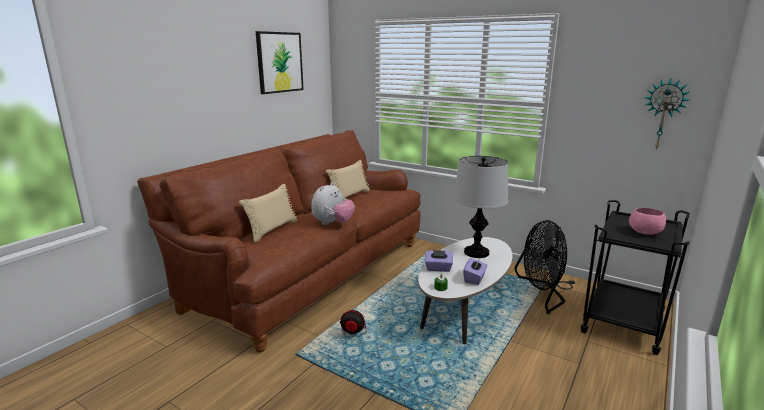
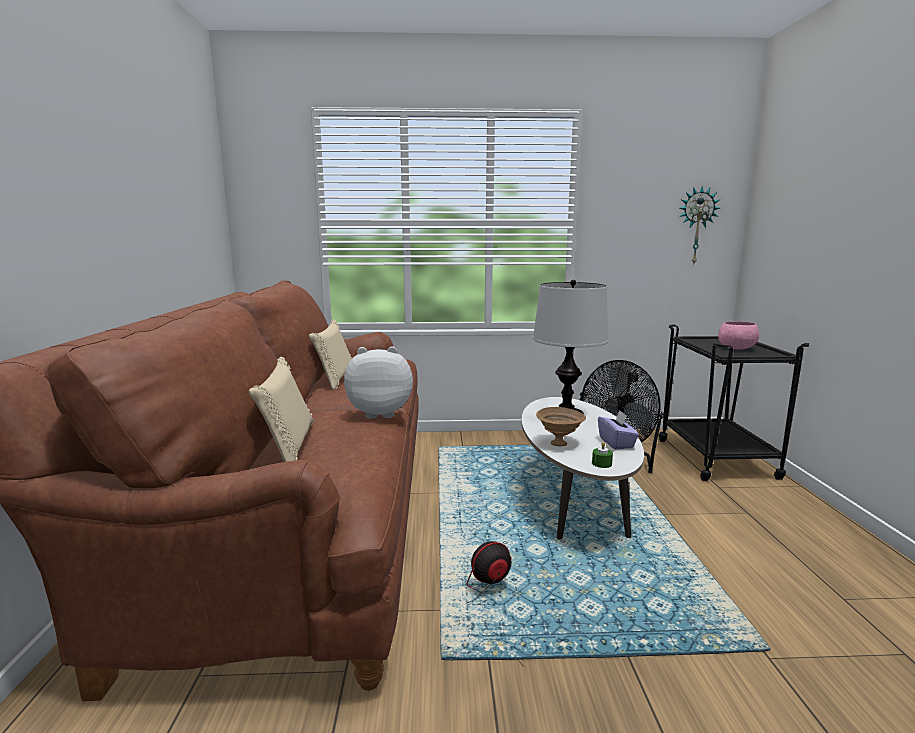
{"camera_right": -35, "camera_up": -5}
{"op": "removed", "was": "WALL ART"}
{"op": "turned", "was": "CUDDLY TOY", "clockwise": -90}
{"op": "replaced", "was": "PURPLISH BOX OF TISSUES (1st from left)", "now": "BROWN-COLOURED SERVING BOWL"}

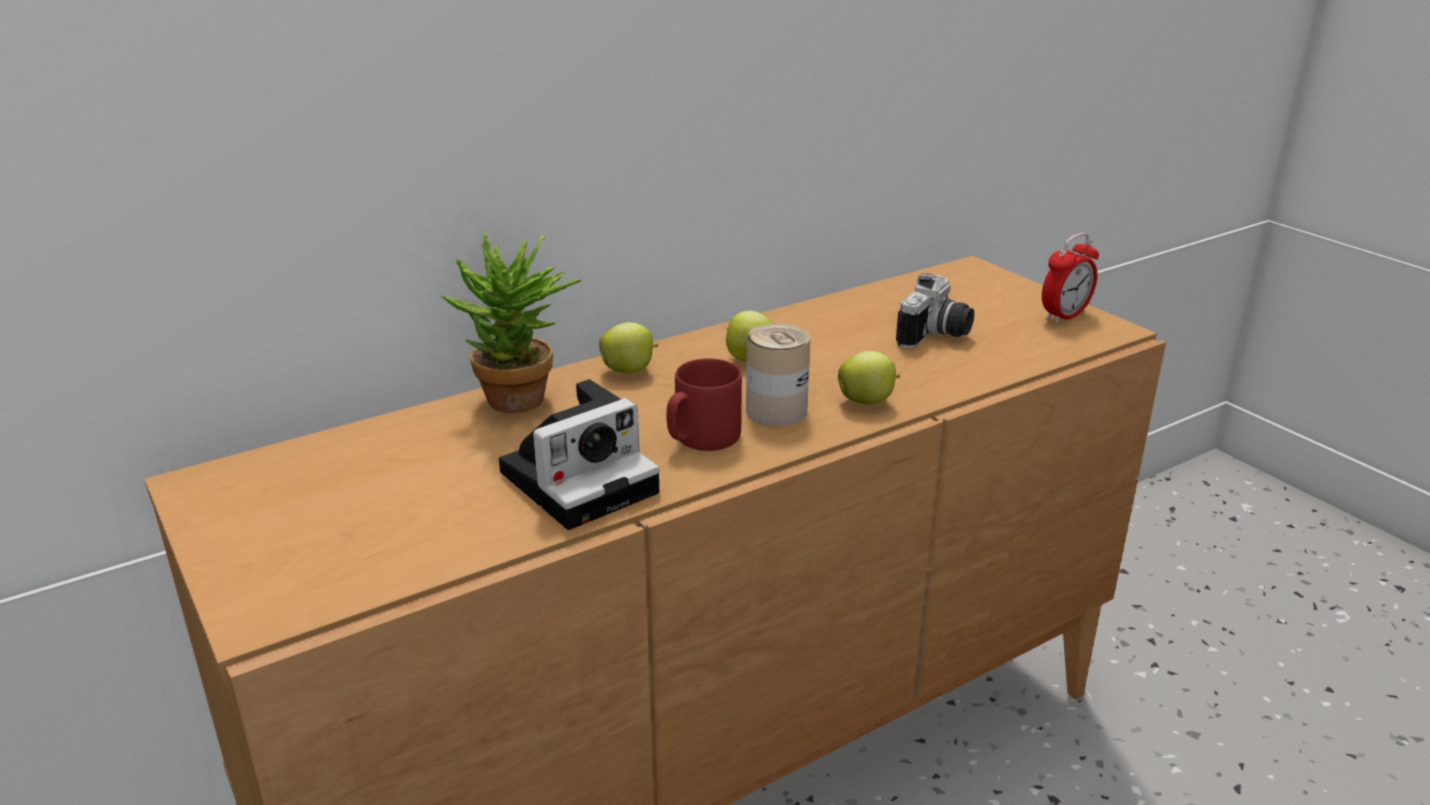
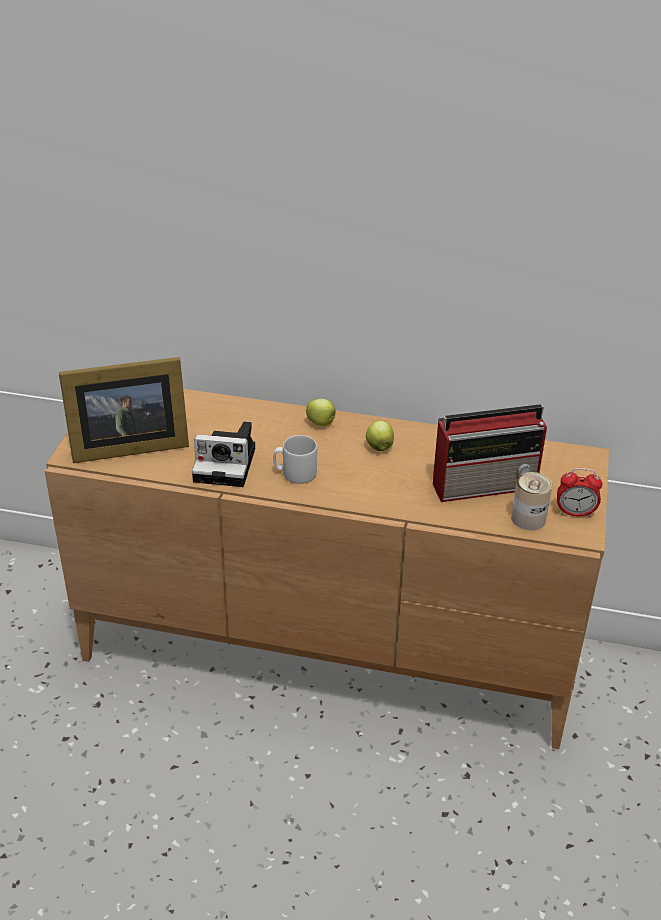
{"camera_right": 45, "camera_up": 10}
{"op": "removed", "was": "PLANT IN A POT"}
{"op": "replaced", "was": "STILL CAMERA (2nd from left)", "now": "RADIO"}
{"op": "moved", "was": "METAL CAN"}
{"op": "removed", "was": "APPLE (3rd from left)"}
{"op": "recoloured", "was": "REDDISH MUG", "now": "GRAY MUG"}
{"op": "added", "now": "PHOTO FRAME"}

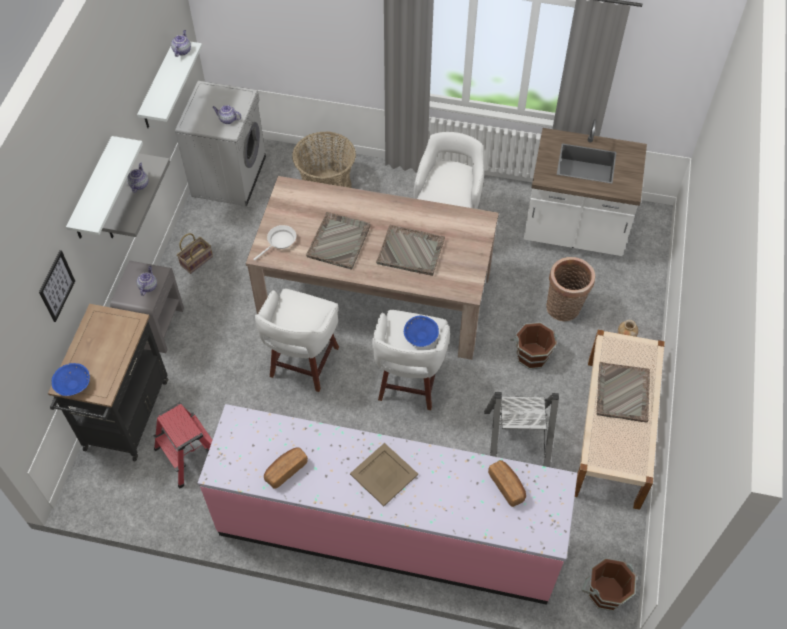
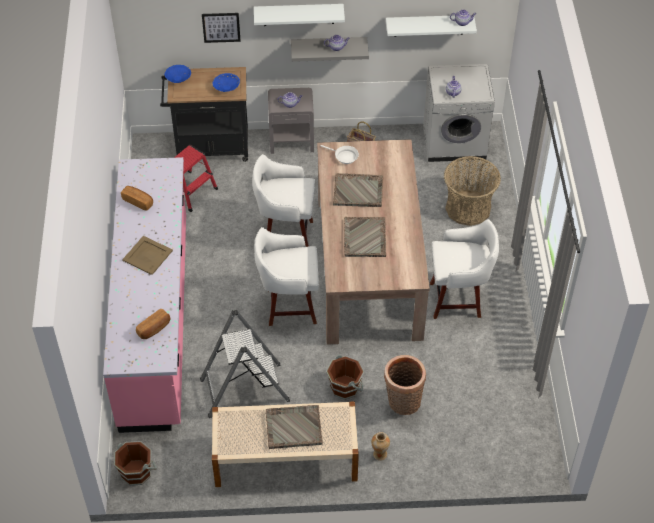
{"camera_right": 75, "camera_up": -5}
{"op": "removed", "was": "WHITE KITCHEN COUNTER"}
{"op": "moved", "was": "BLUE SERVING BOWL (2nd from left)"}

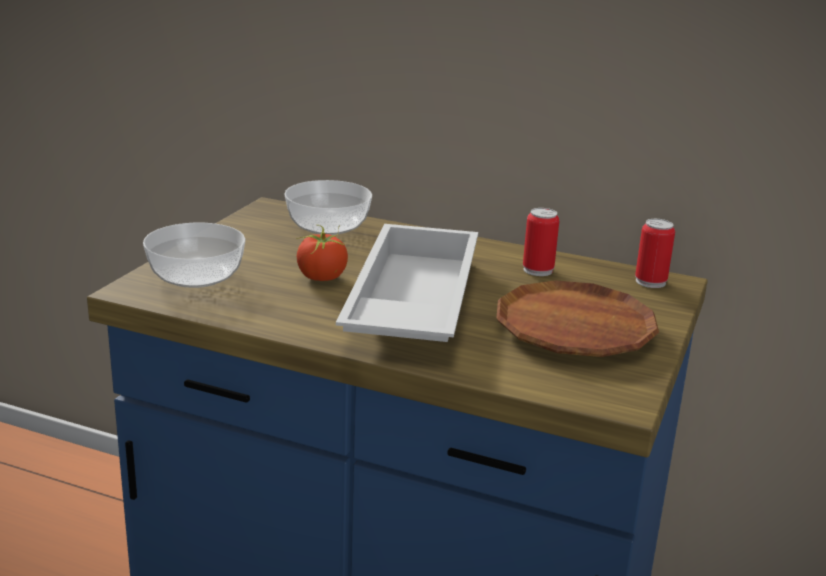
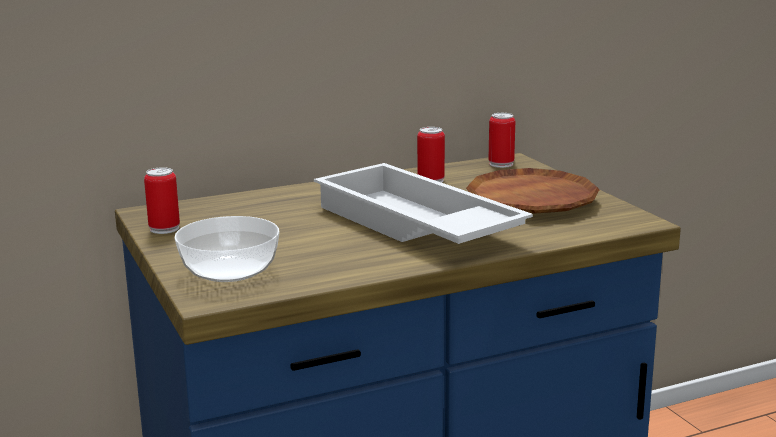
{"camera_right": -45, "camera_up": -5}
{"op": "removed", "was": "SERVING BOWL (2nd from left)"}
{"op": "removed", "was": "TOMATO"}
{"op": "added", "now": "METAL CAN (1st from left)"}

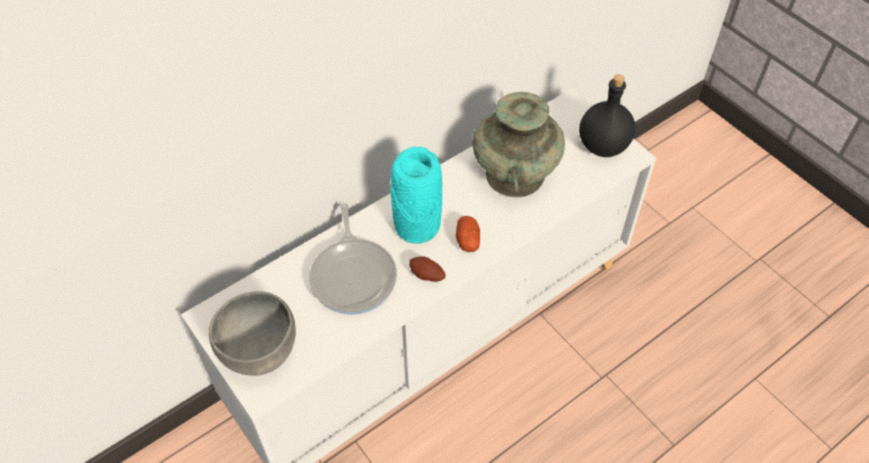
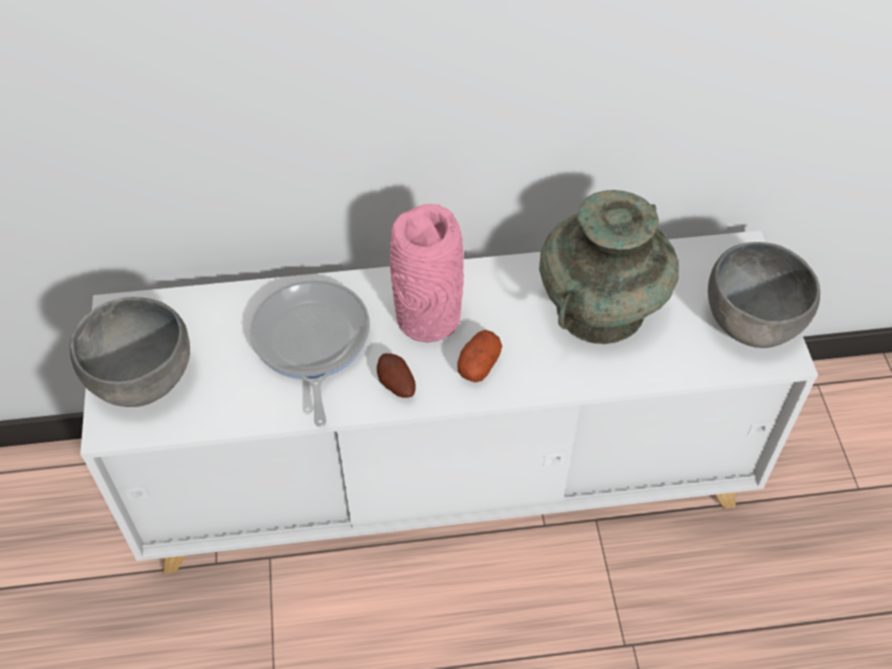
{"camera_right": 30, "camera_up": 0}
{"op": "replaced", "was": "BLACK-COLOURED BOTTLE", "now": "GRAY SERVING BOWL (2nd from left)"}
{"op": "recoloured", "was": "TURQUOISE-COLOURED FLOWER VASE (1st from left)", "now": "PINK-COLOURED FLOWER VASE"}
{"op": "turned", "was": "FRYING PAN", "clockwise": 150}

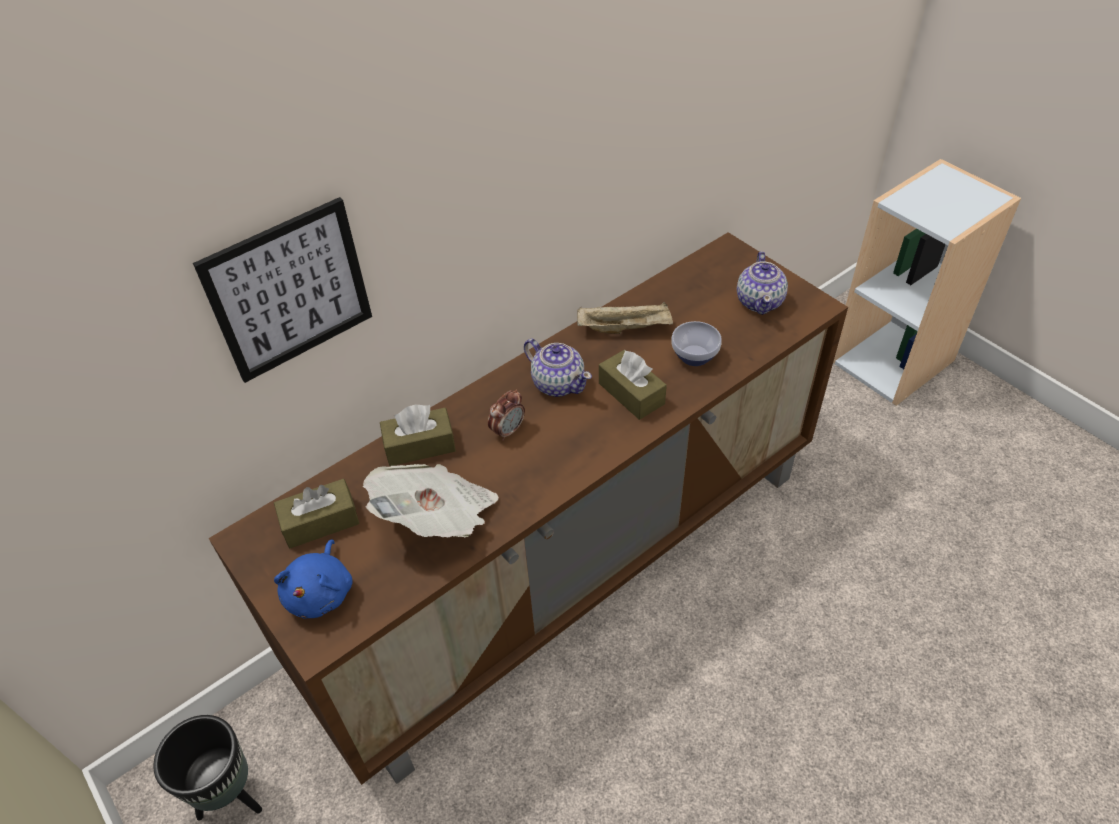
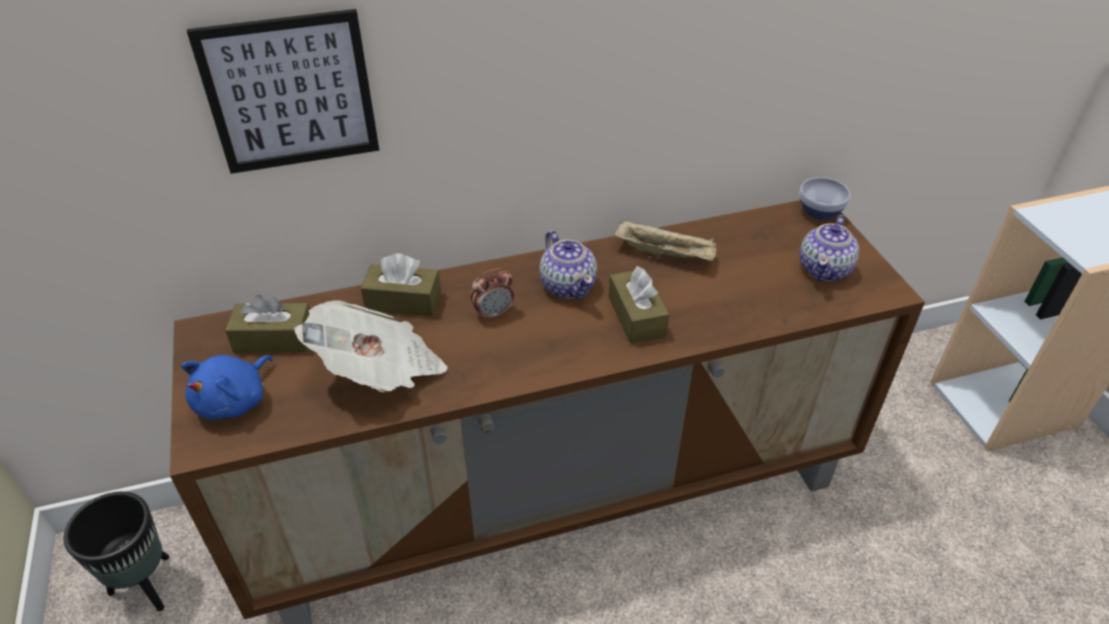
{"camera_right": 20, "camera_up": -5}
{"op": "moved", "was": "SERVING BOWL"}

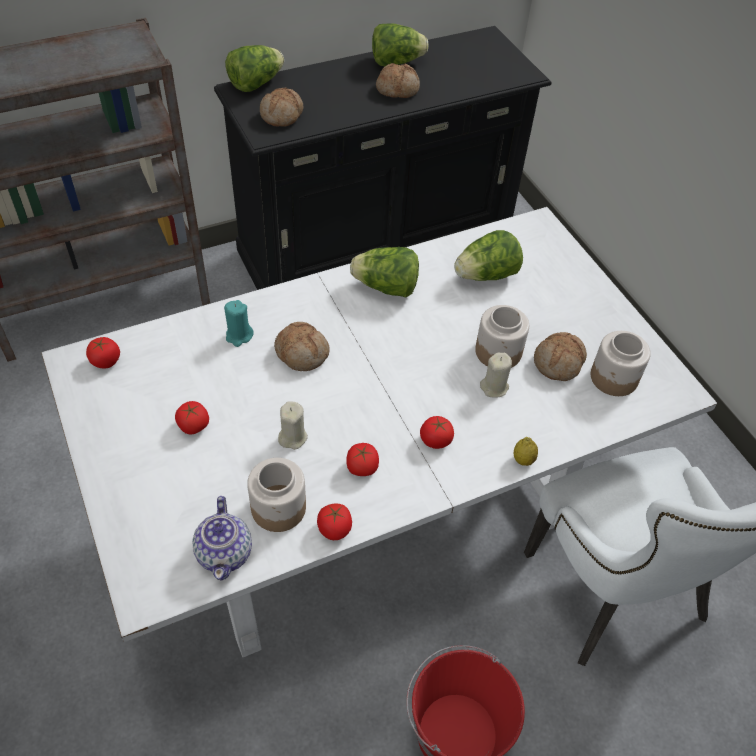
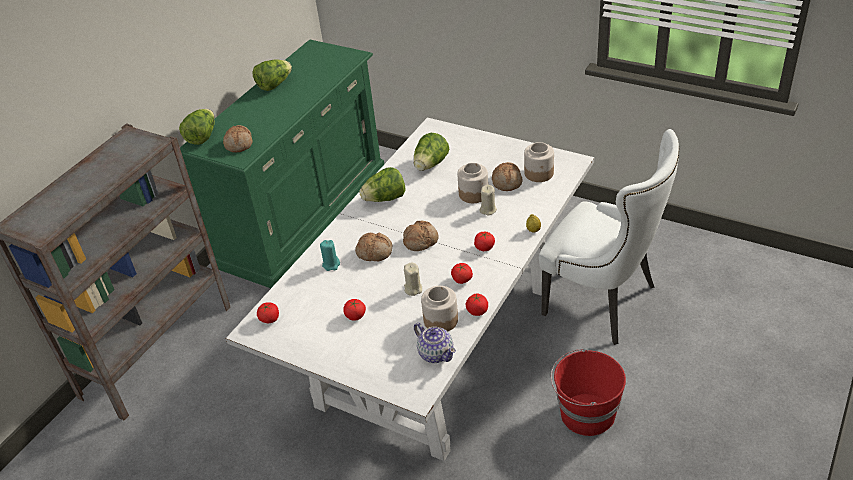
{"camera_right": -30, "camera_up": -10}
{"op": "recoloured", "was": "BLACK-COLOURED CUPBOARD", "now": "GREENISH CUPBOARD"}
{"op": "moved", "was": "BAKERY BREAD (3rd from left)"}

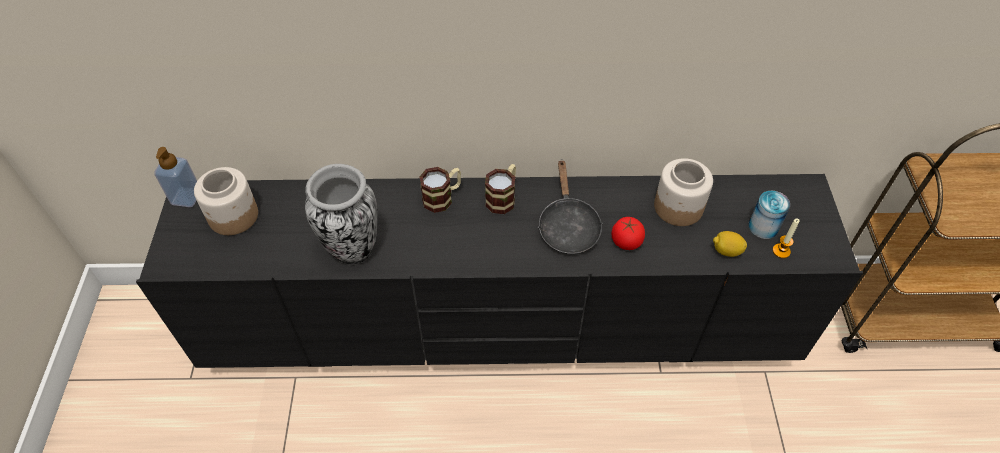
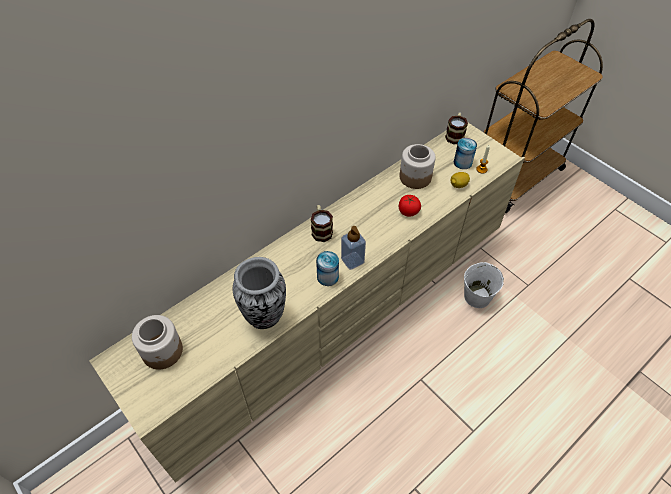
{"camera_right": -40, "camera_up": 0}
{"op": "moved", "was": "SOAP BOTTLE"}
{"op": "removed", "was": "BLACK-COLOURED FRYING PAN"}
{"op": "moved", "was": "MUG (1st from left in the first image)", "now": "MUG (2nd from left)"}
{"op": "recoloured", "was": "BLACK-COLOURED CUPBOARD", "now": "BEIGE CUPBOARD"}
{"op": "added", "now": "METAL CAN (1st from left)"}
{"op": "added", "now": "WHITE WATER BUCKET"}

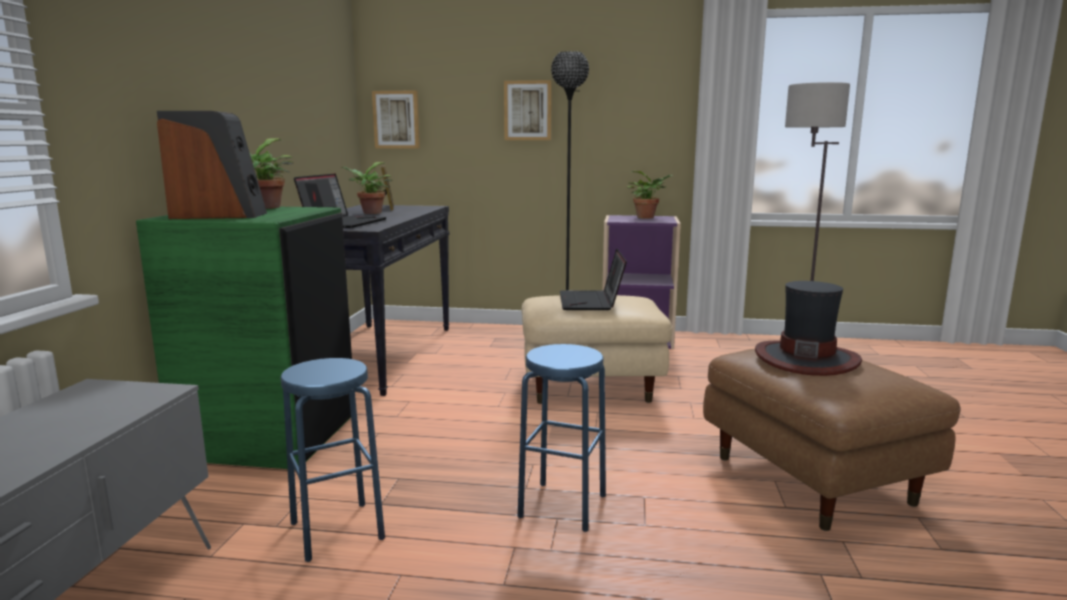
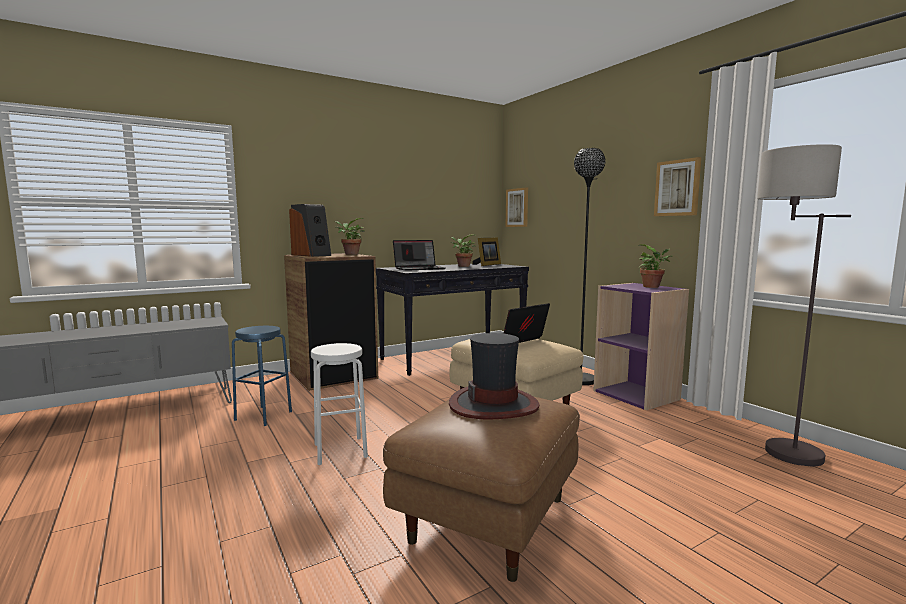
{"camera_right": 50, "camera_up": -5}
{"op": "moved", "was": "WALL ART (2nd from left)"}
{"op": "recoloured", "was": "GREENISH CUPBOARD", "now": "BROWN-COLOURED CUPBOARD"}
{"op": "recoloured", "was": "BLUE STOOL SEAT (2nd from left)", "now": "WHITE STOOL SEAT"}

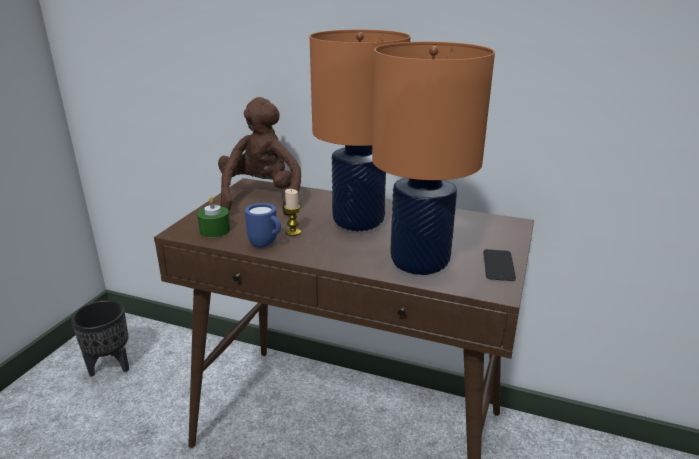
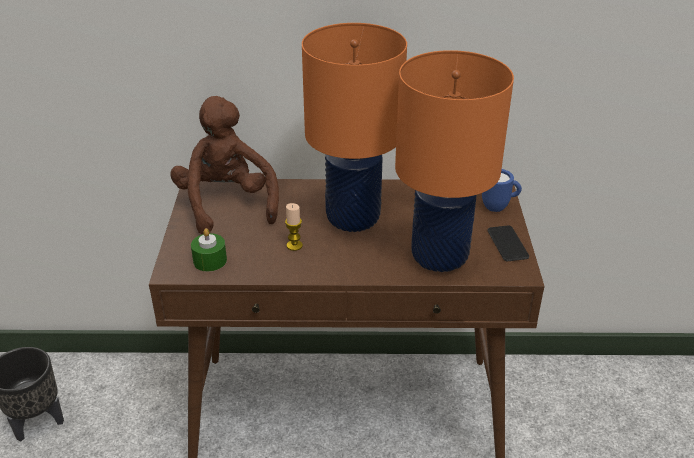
{"camera_right": -20, "camera_up": 10}
{"op": "moved", "was": "BLUE MUG"}

